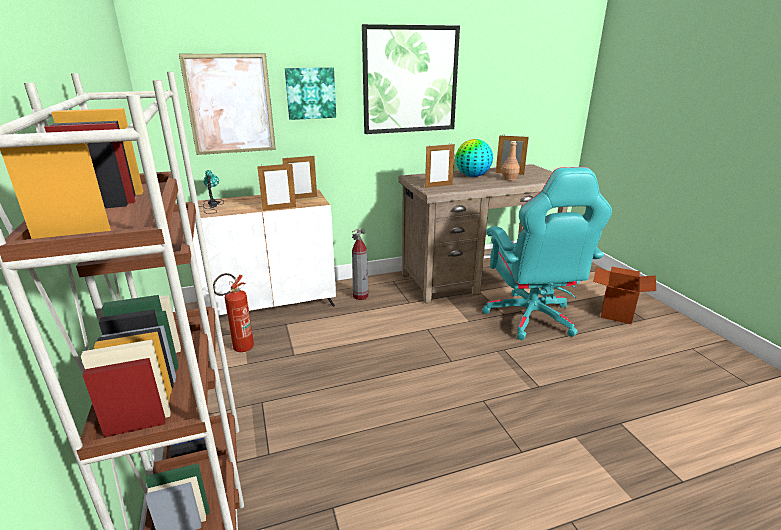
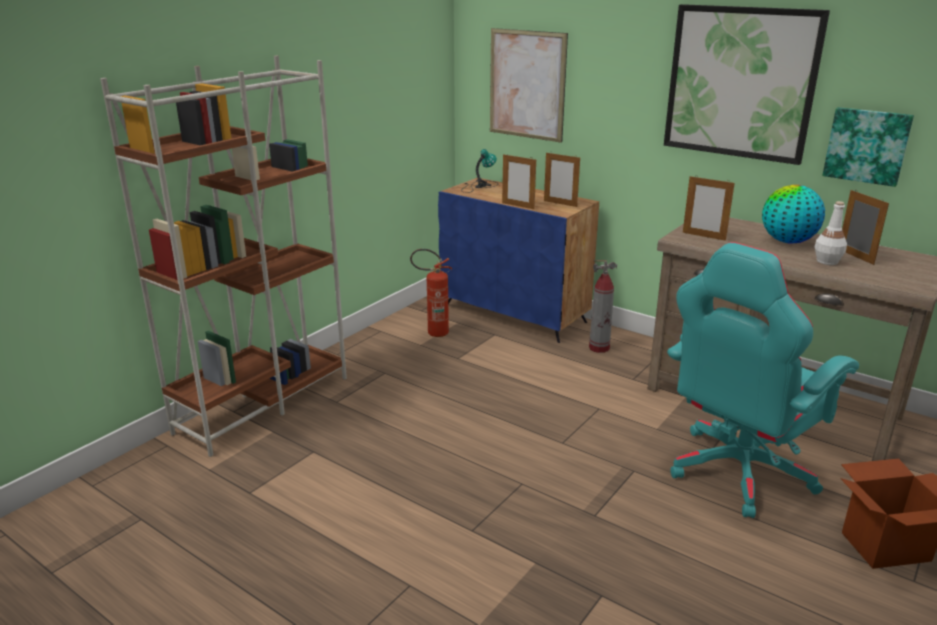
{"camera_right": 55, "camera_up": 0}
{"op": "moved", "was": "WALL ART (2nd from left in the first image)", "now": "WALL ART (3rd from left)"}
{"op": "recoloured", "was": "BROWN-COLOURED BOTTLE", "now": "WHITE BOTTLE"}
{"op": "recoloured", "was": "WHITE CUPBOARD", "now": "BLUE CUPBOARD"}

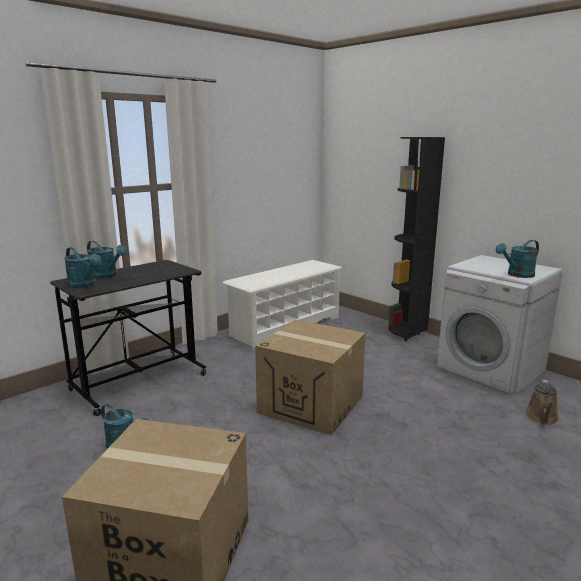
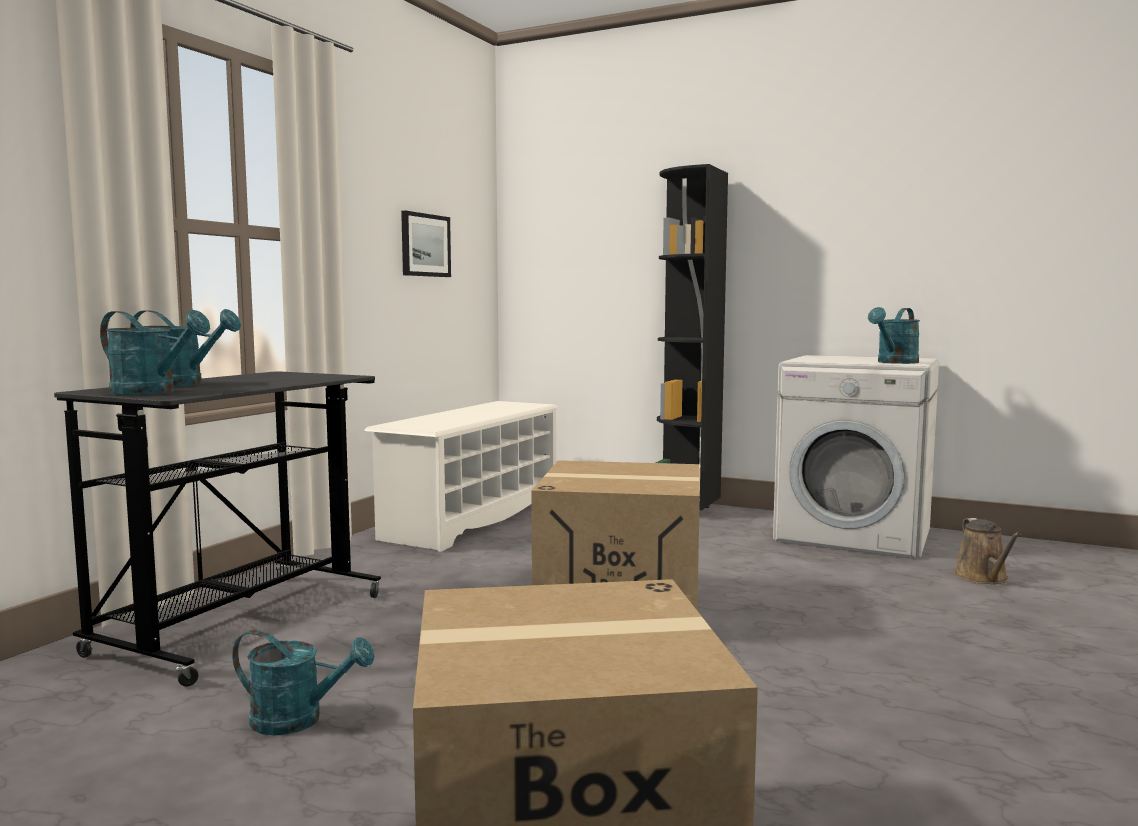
{"camera_right": -20, "camera_up": -10}
{"op": "added", "now": "WALL ART"}

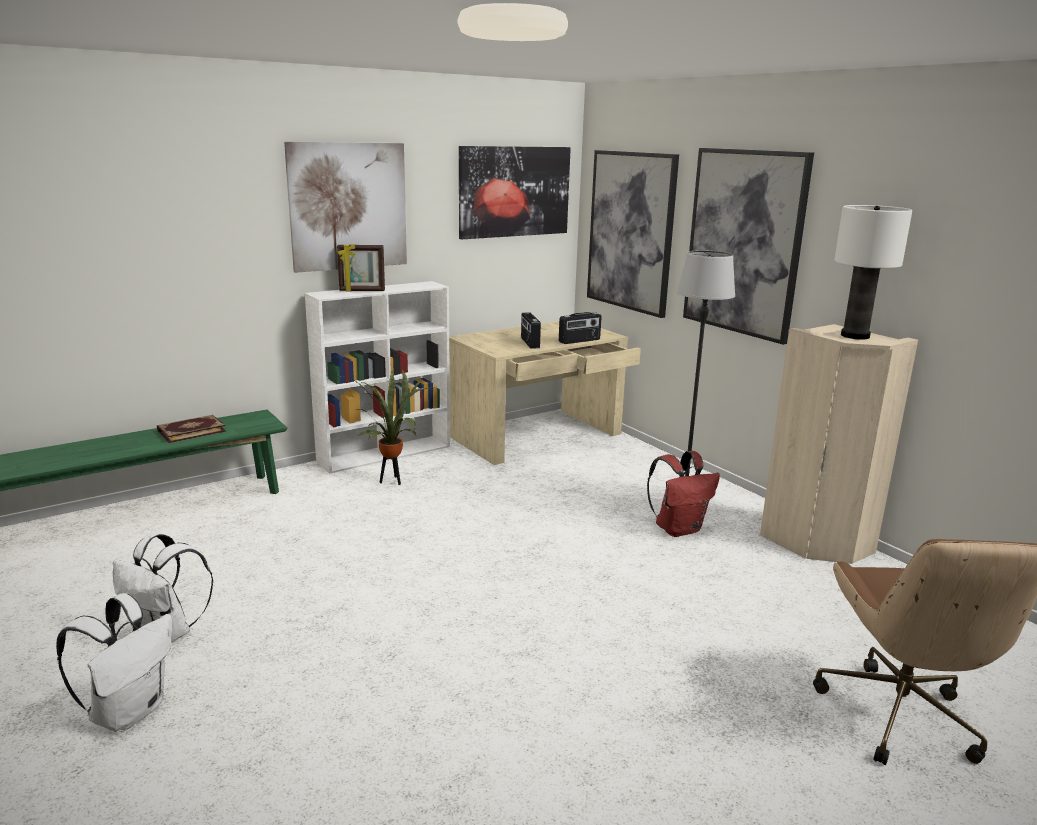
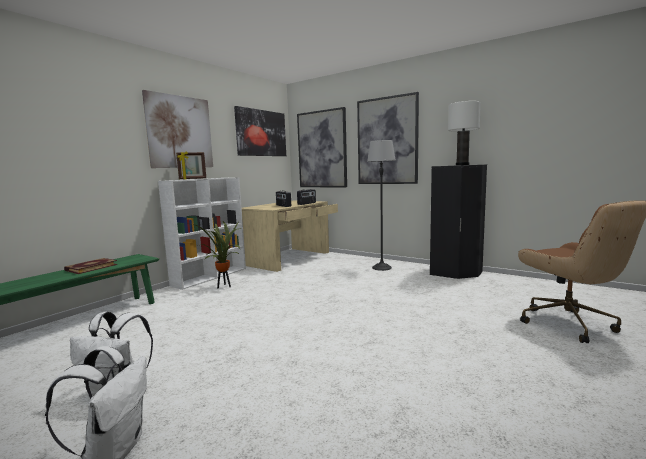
{"camera_right": -20, "camera_up": -10}
{"op": "recoloured", "was": "BEIGE CUPBOARD", "now": "BLACK-COLOURED CUPBOARD"}
{"op": "removed", "was": "REDDISH KNAPSACK"}

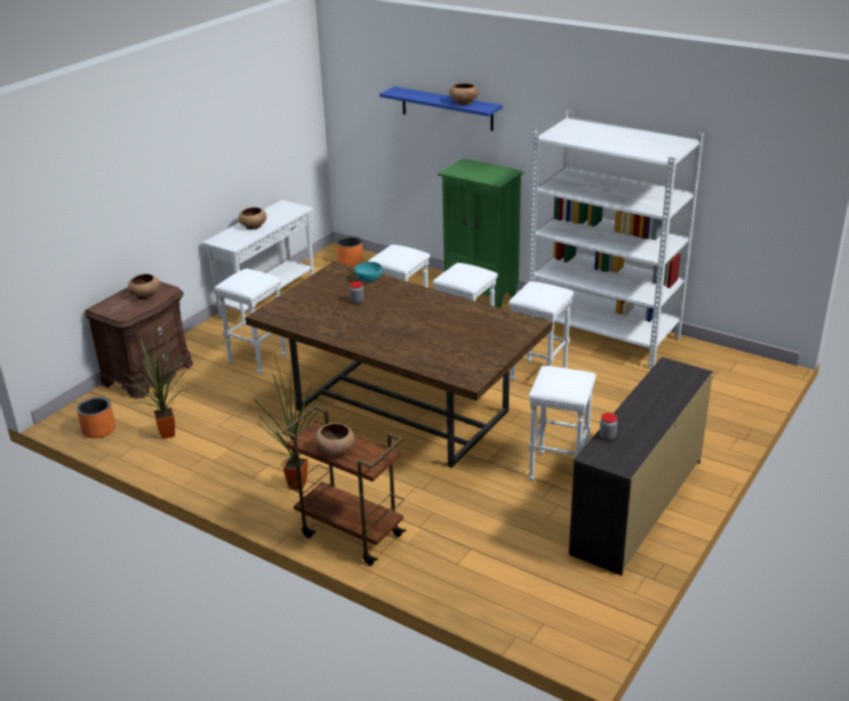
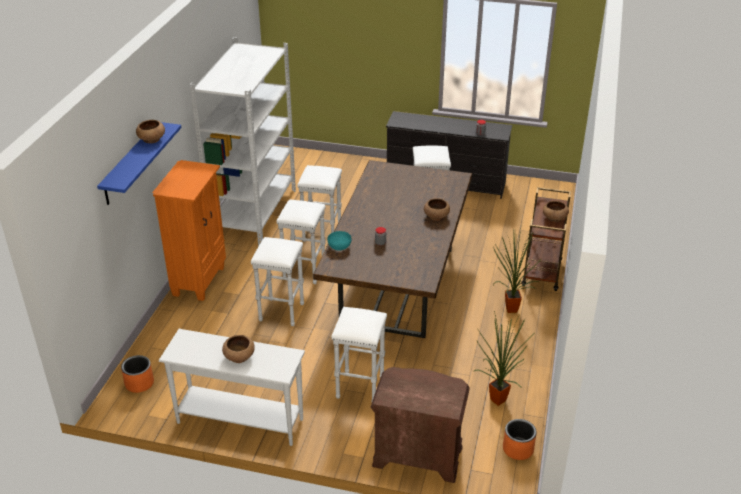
{"camera_right": -110, "camera_up": 5}
{"op": "recoloured", "was": "GREENISH CUPBOARD", "now": "ORANGE-COLOURED CUPBOARD"}
{"op": "moved", "was": "BROWN-COLOURED SERVING BOWL (1st from left in the first image)", "now": "BROWN-COLOURED SERVING BOWL (3rd from left)"}

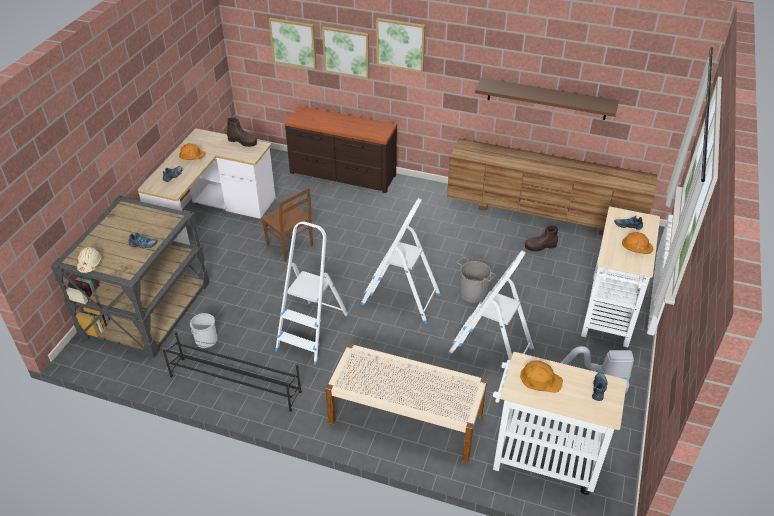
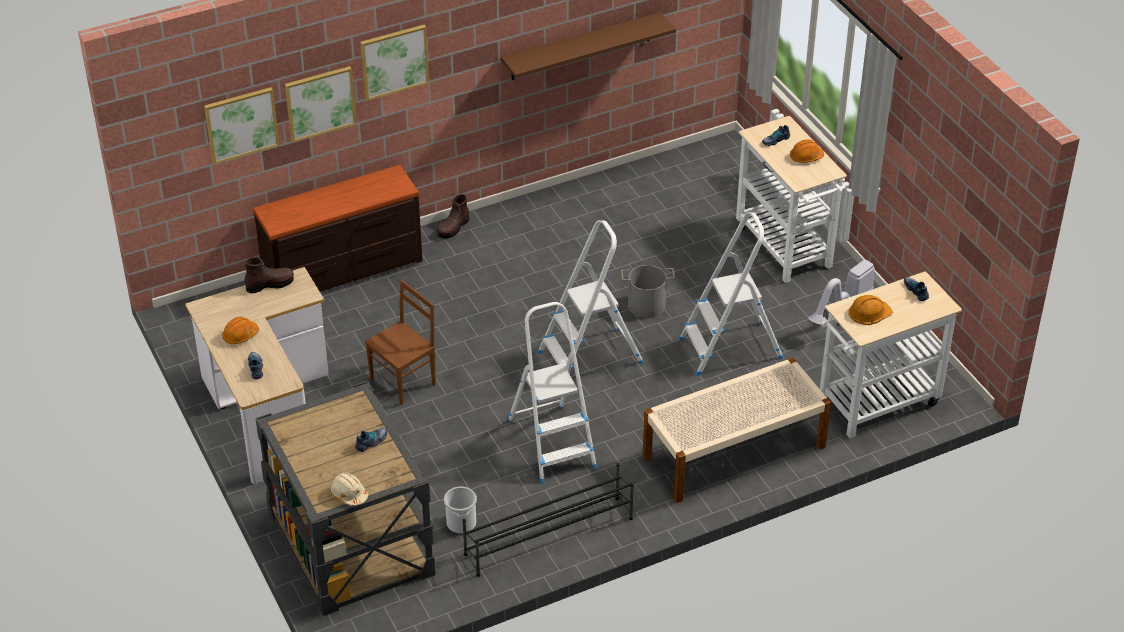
{"camera_right": -45, "camera_up": 0}
{"op": "removed", "was": "BROWN-COLOURED CUPBOARD"}
{"op": "turned", "was": "BROWN-COLOURED CHAIR", "clockwise": -45}
{"op": "moved", "was": "BROWN-COLOURED TALL BOOT (2nd from left)"}

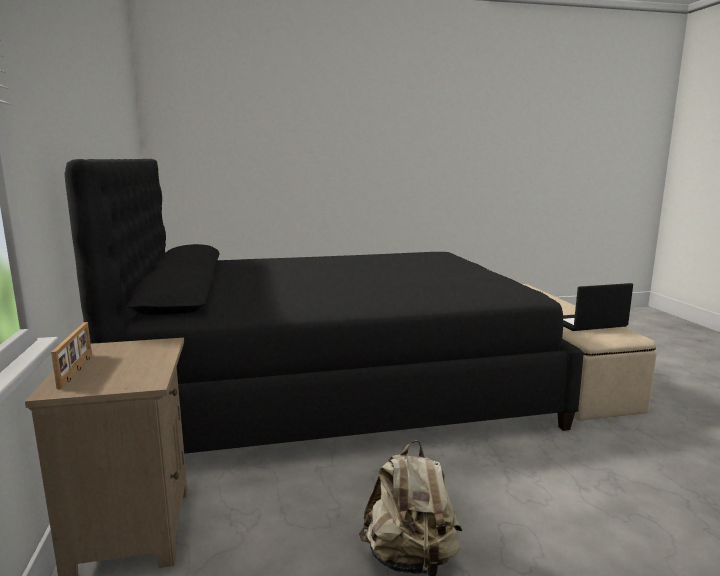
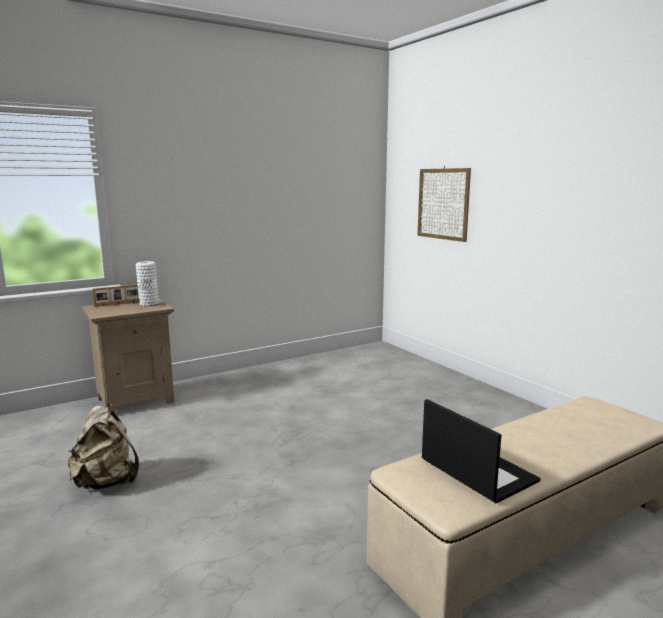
{"camera_right": 70, "camera_up": 0}
{"op": "removed", "was": "BLACK-COLOURED SLEEPING BED"}
{"op": "added", "now": "WALL ART"}
{"op": "added", "now": "WHITE FLOWER VASE"}

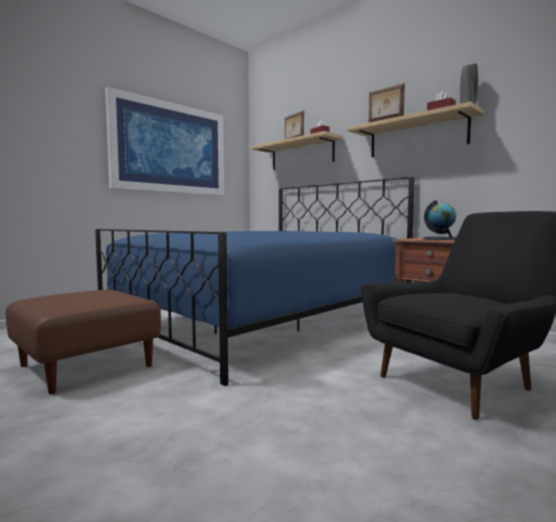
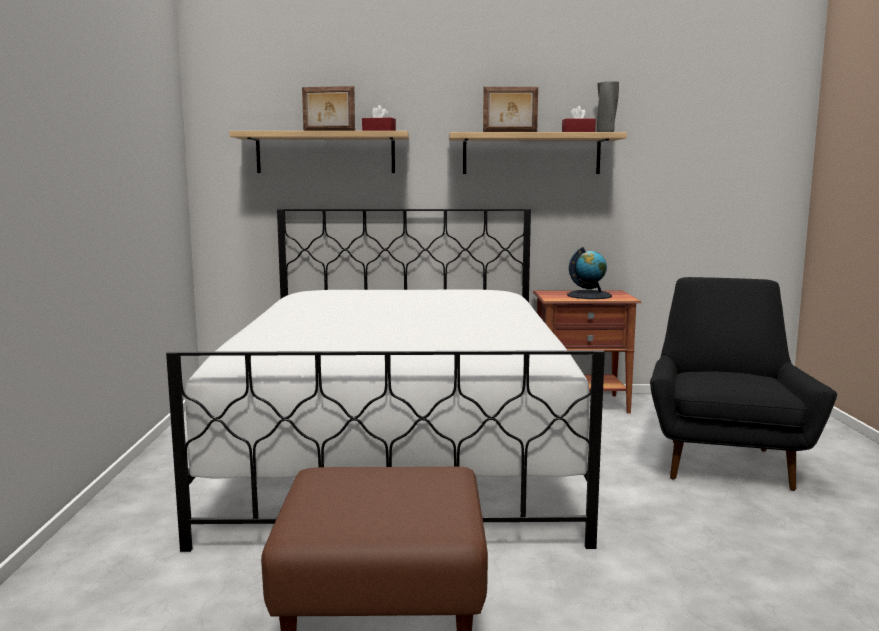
{"camera_right": -45, "camera_up": 5}
{"op": "removed", "was": "WALL ART"}
{"op": "recoloured", "was": "BLUE SLEEPING BED", "now": "WHITE SLEEPING BED"}

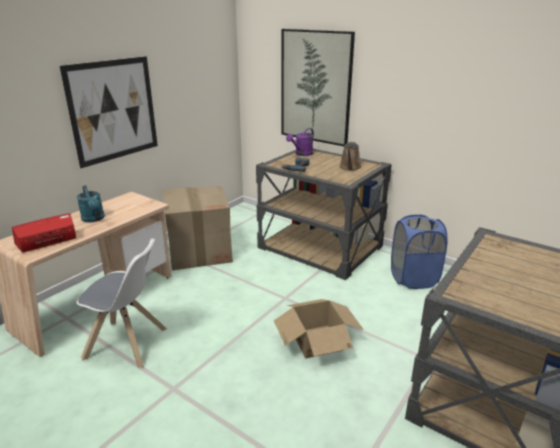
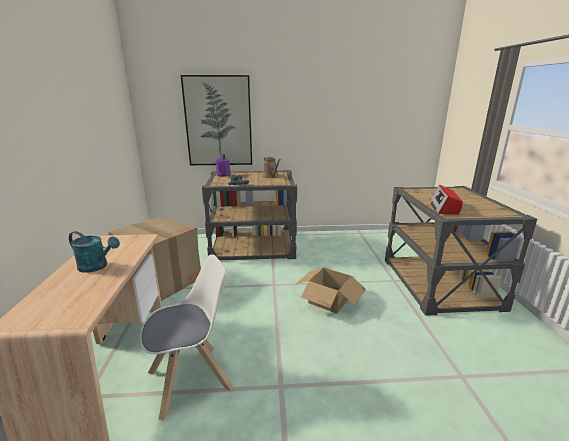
{"camera_right": -40, "camera_up": -5}
{"op": "removed", "was": "WALL ART (1st from left)"}
{"op": "moved", "was": "RADIO"}
{"op": "removed", "was": "BLUE HAMPER"}

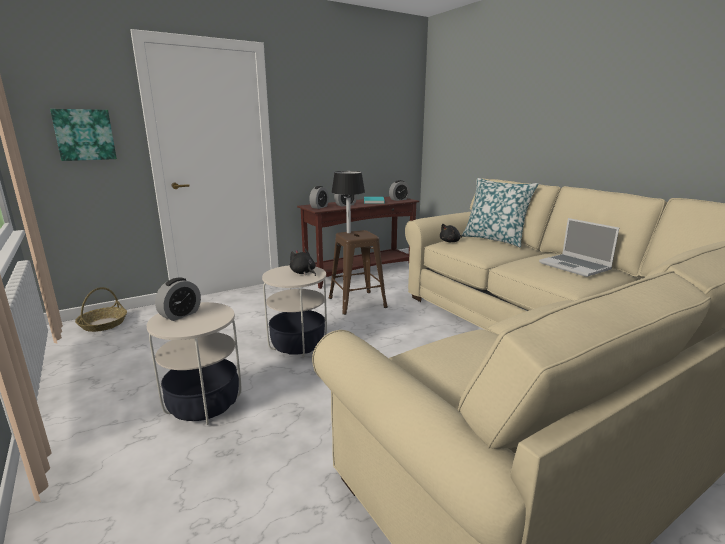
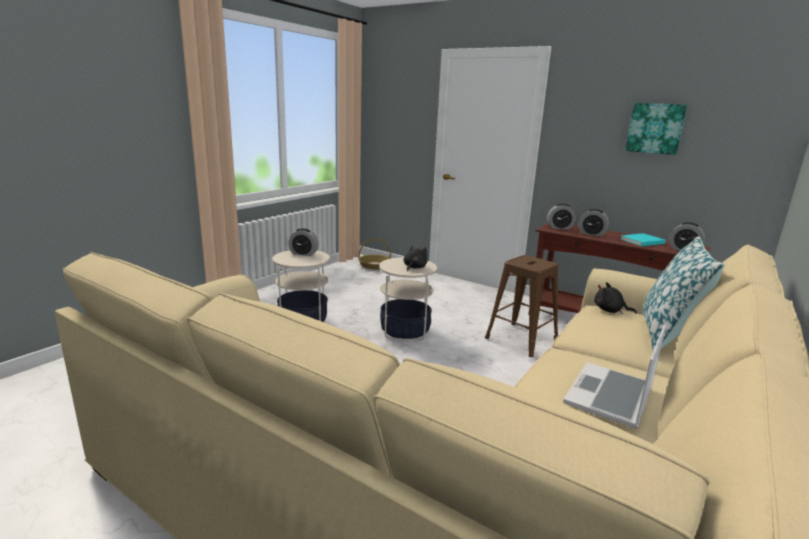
{"camera_right": 65, "camera_up": 0}
{"op": "moved", "was": "WALL ART"}
{"op": "removed", "was": "BLACK-COLOURED LAMP FOR A TABLE"}

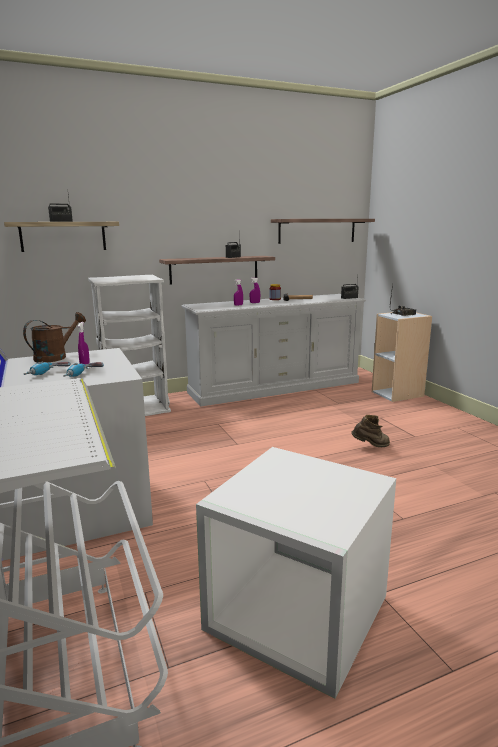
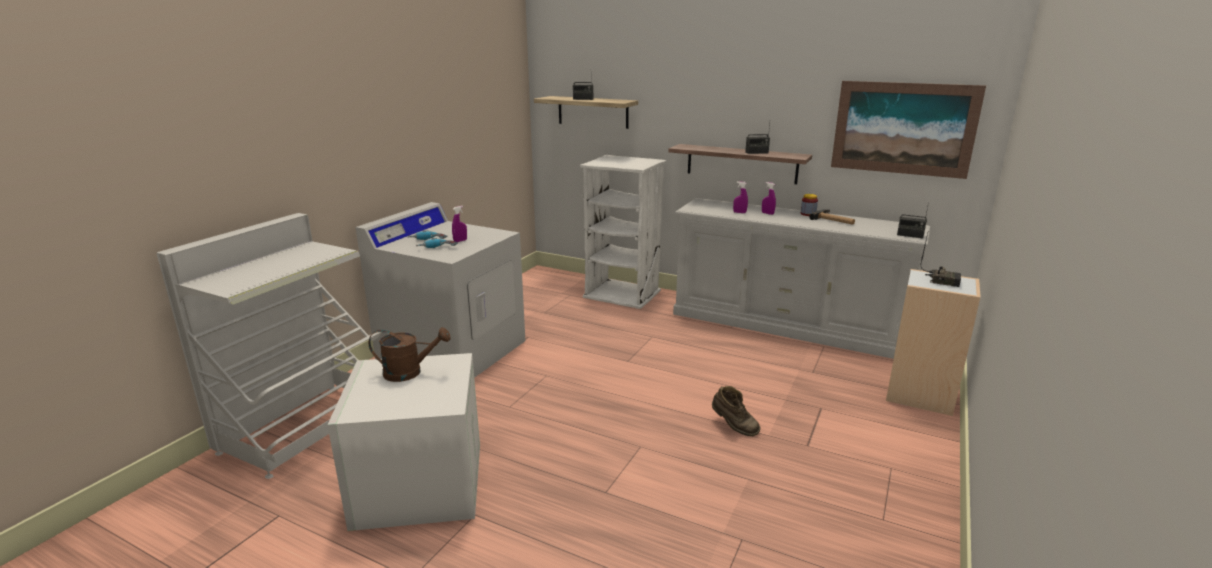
{"camera_right": 50, "camera_up": 5}
{"op": "replaced", "was": "WALL SHELF (3rd from left)", "now": "WALL ART"}
{"op": "moved", "was": "BROWN-COLOURED SPRINKLING CAN"}

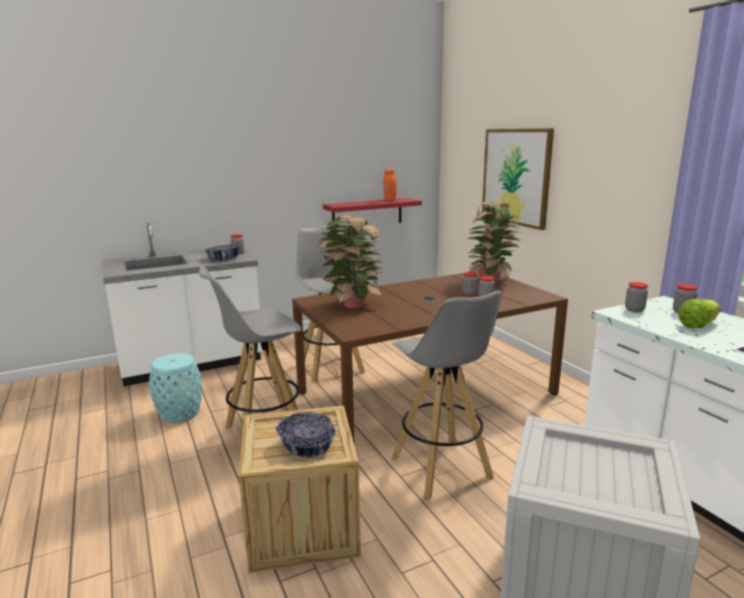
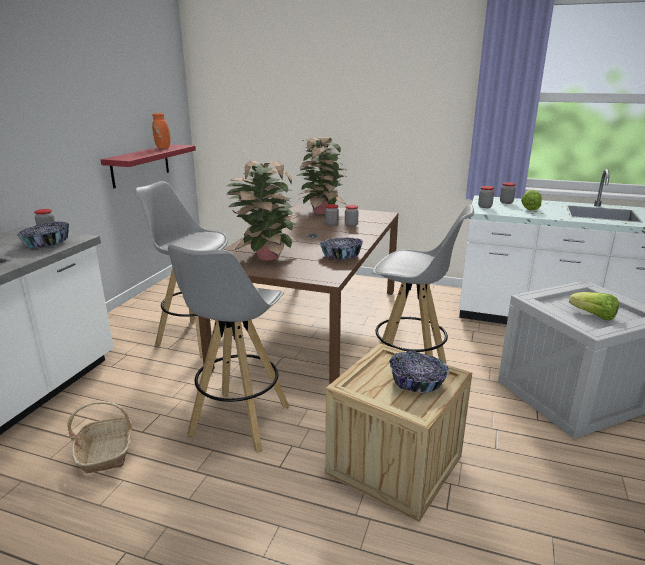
{"camera_right": -45, "camera_up": 5}
{"op": "removed", "was": "WALL ART"}
{"op": "replaced", "was": "TURQUOISE-COLOURED STOOL SEAT", "now": "STORAGE BASKET"}
{"op": "added", "now": "SERVING BOWL (2nd from left)"}
{"op": "added", "now": "HEAD OF LETTUCE (2nd from left)"}

